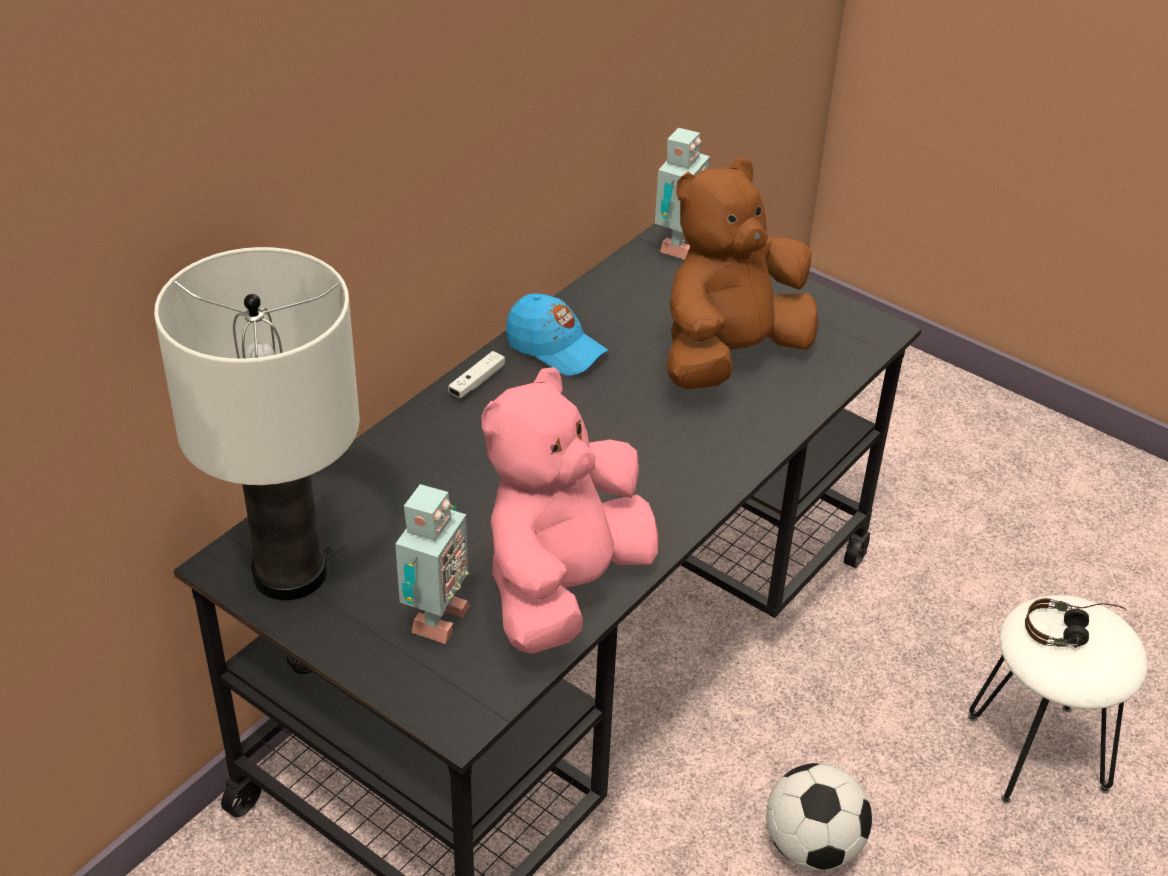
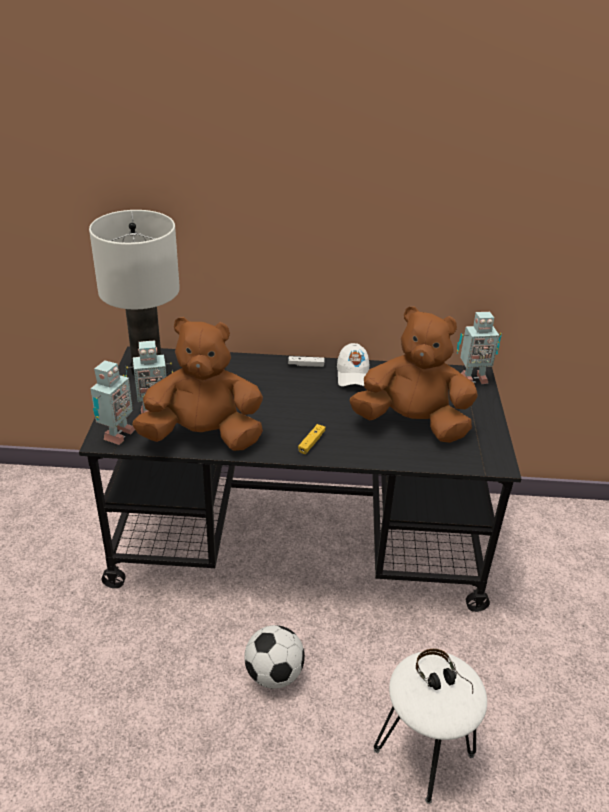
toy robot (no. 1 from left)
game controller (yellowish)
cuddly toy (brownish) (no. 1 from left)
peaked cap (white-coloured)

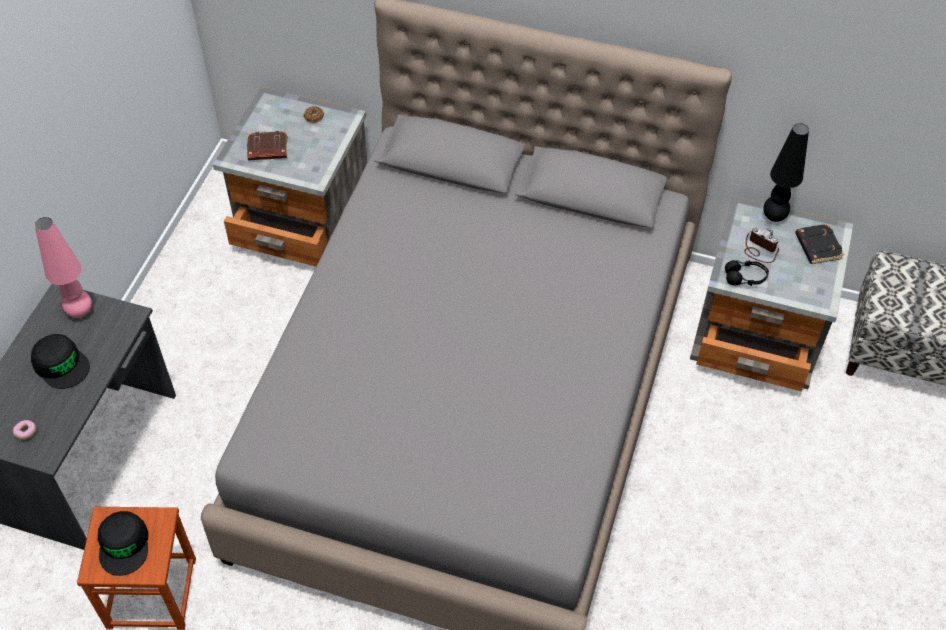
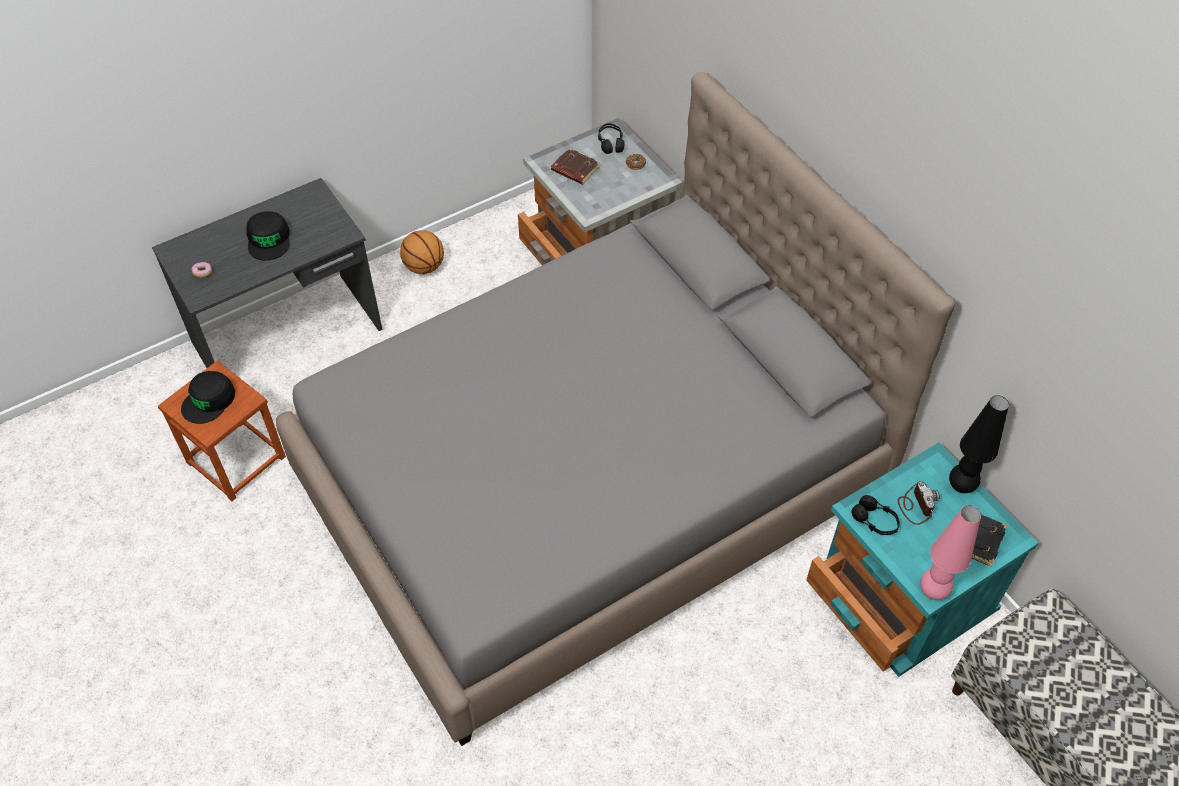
basketball ball
pair of headphones (blackish) (no. 1 from left)
tabletop lamp (pink)
nightstand (turquoise)

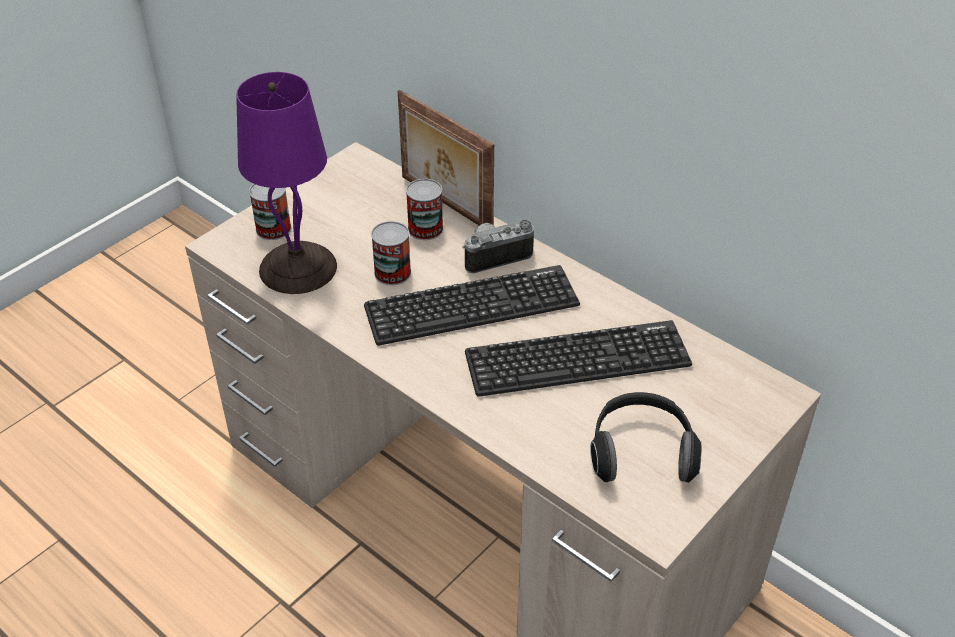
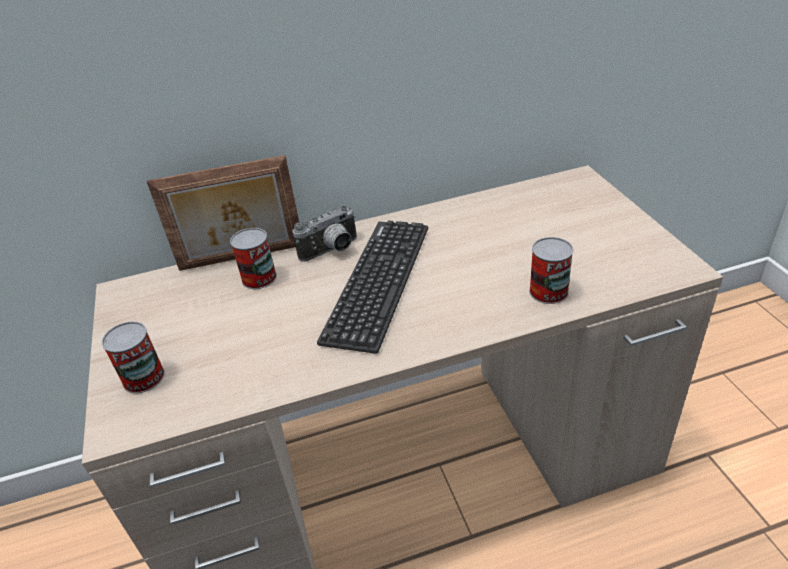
tabletop lamp (purple)
computer keyboard (no. 2 from left in the first image)
pair of headphones
metal can (no. 3 from left)
photo camera

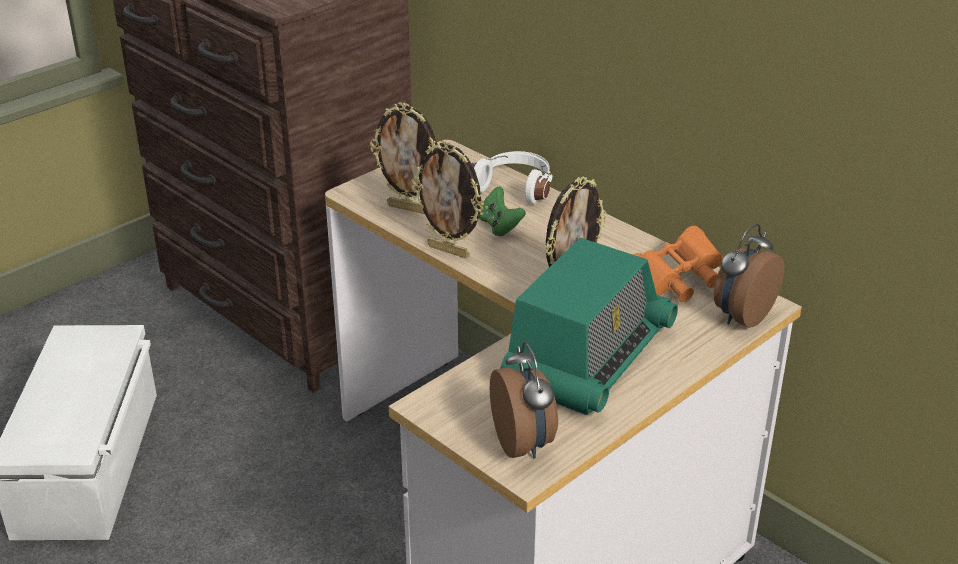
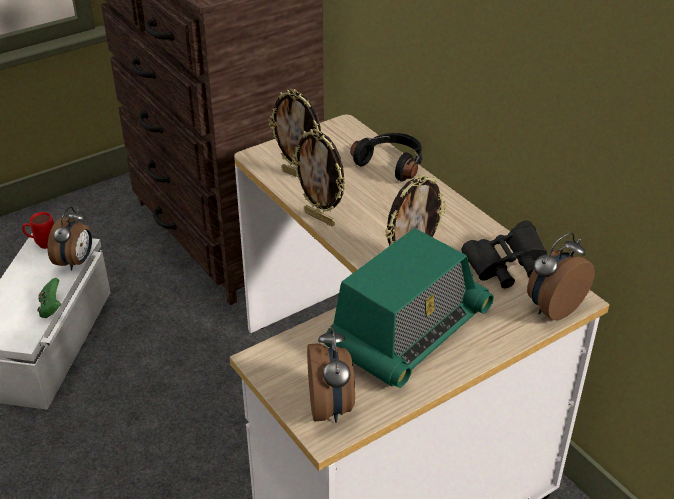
coffee mug (reddish)
bedside clock (no. 1 from left)
game controller (green-coloured)
pair of headphones (blackish)
field glasses (blackish)

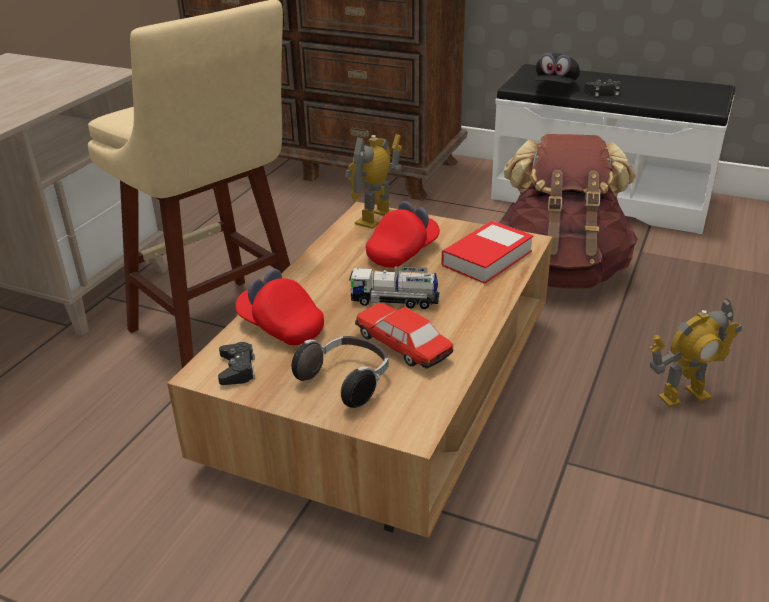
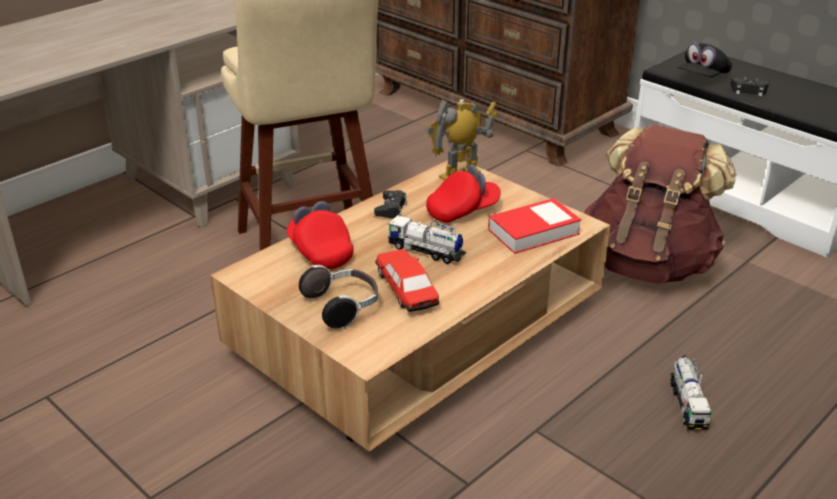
game controller (blackish) (no. 1 from left)
model truck (no. 2 from left)

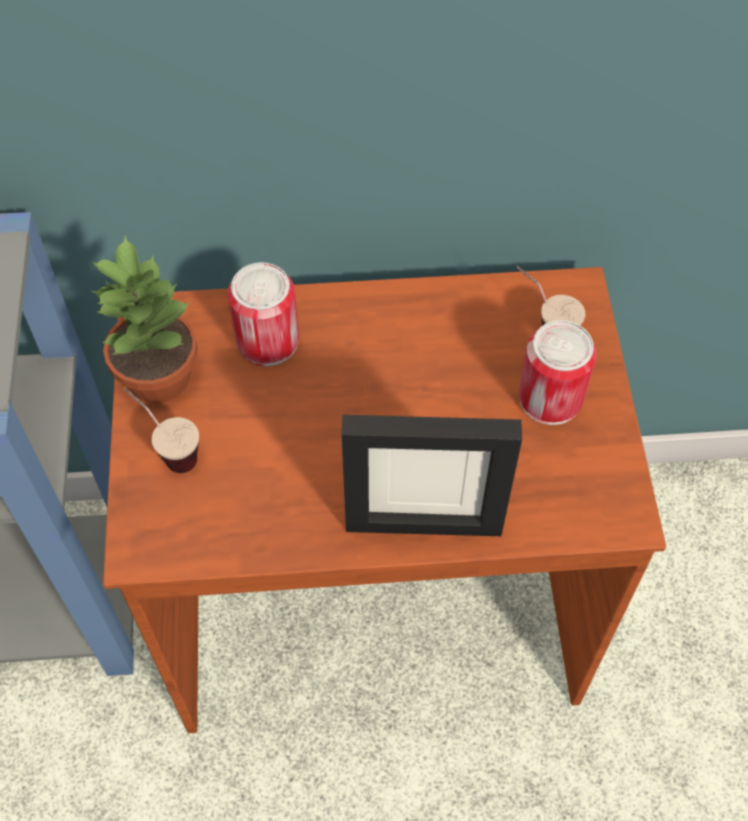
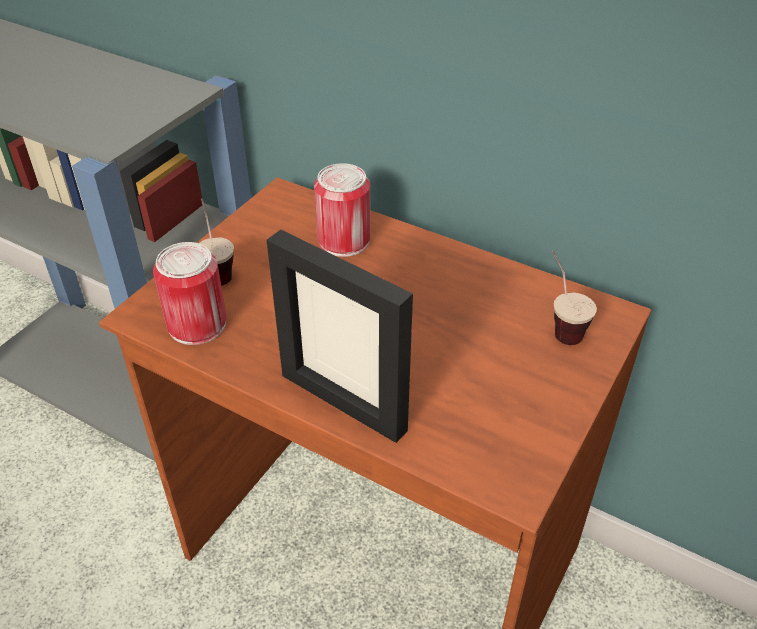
plant in a pot
metal can (no. 1 from left)

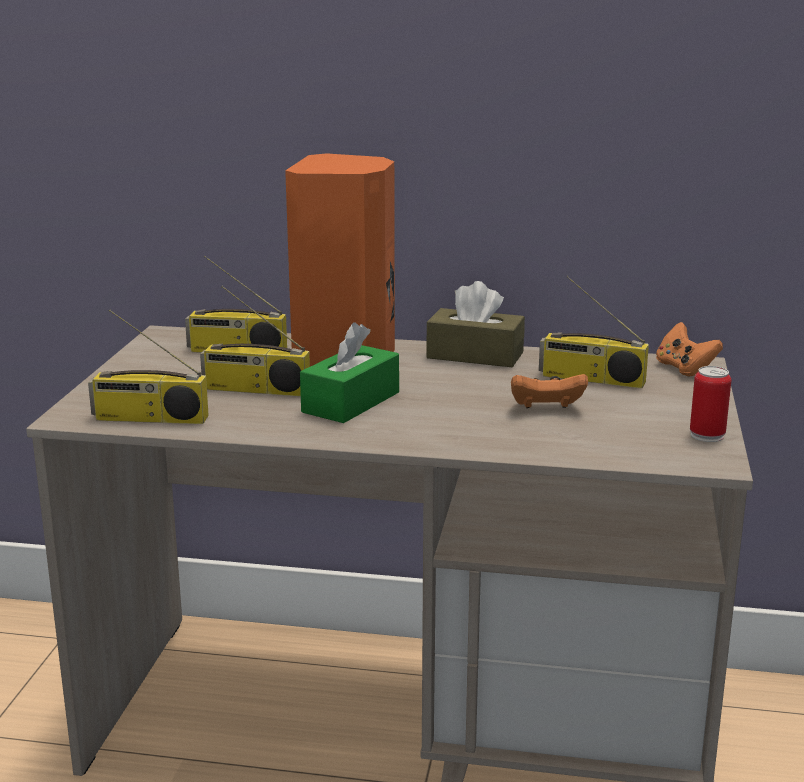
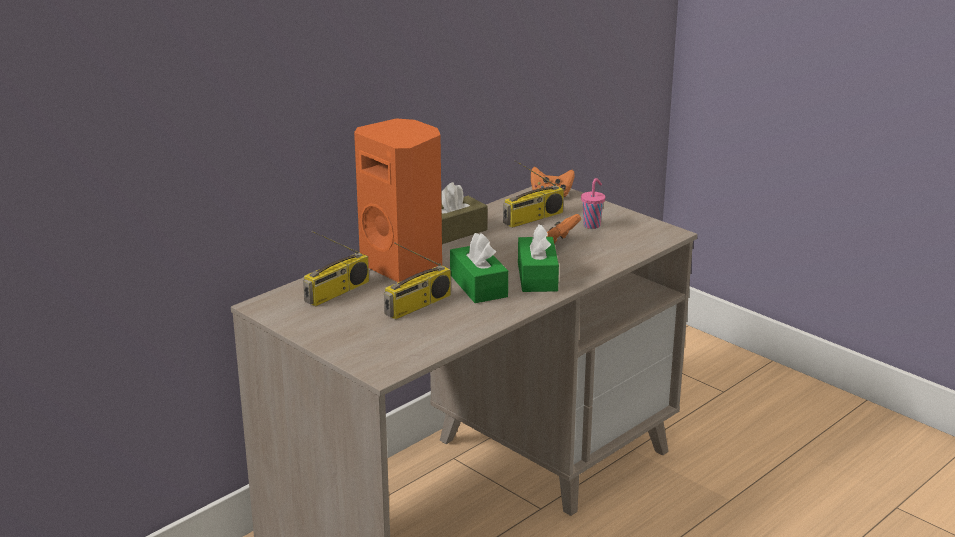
radio set (no. 1 from left in the first image)
metal can
tissue holder (green-coloured) (no. 2 from left)
drinking cup (pink)

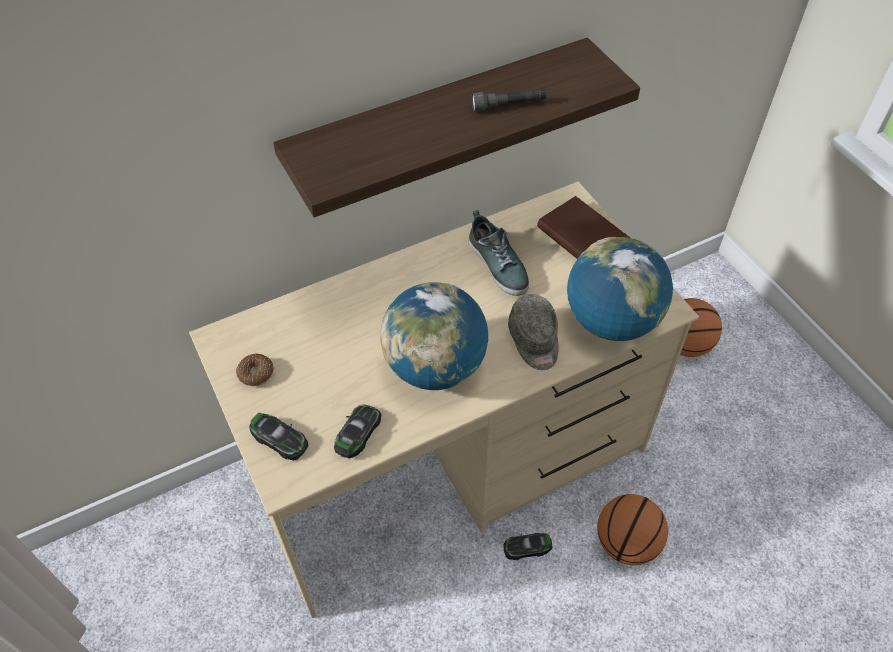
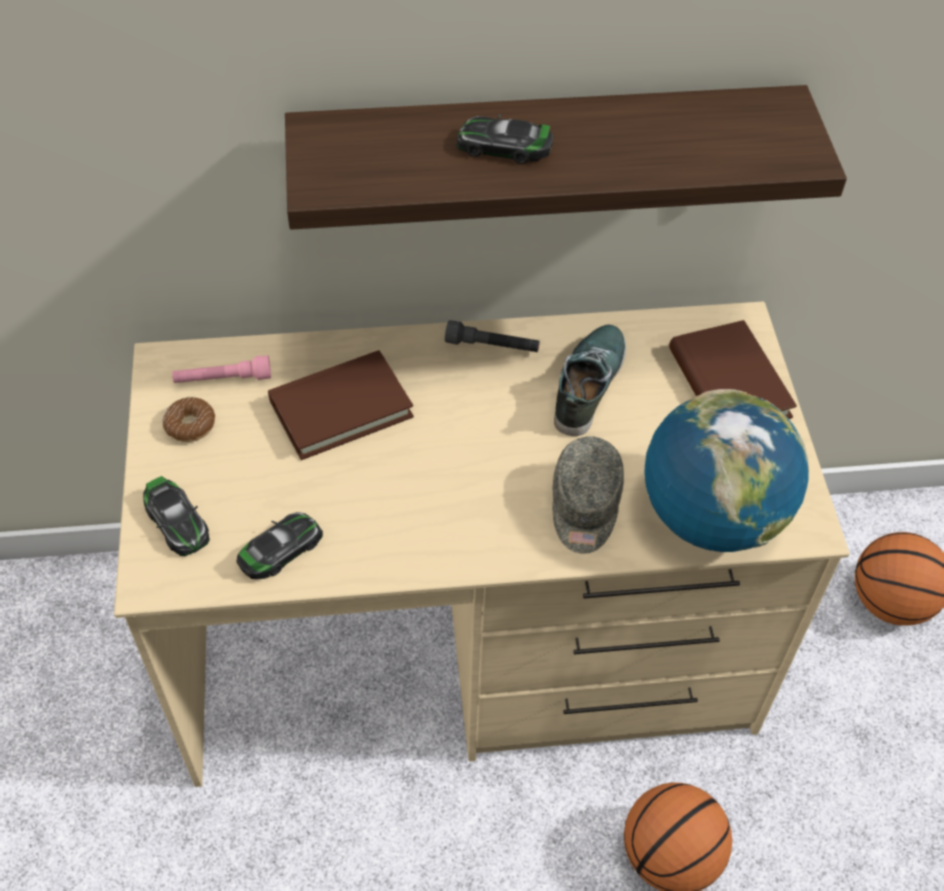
globe (no. 1 from left in the first image)
flashlight (pink)
book (brownish) (no. 1 from left)
flashlight (greyish)
model car (no. 3 from left)
shoe

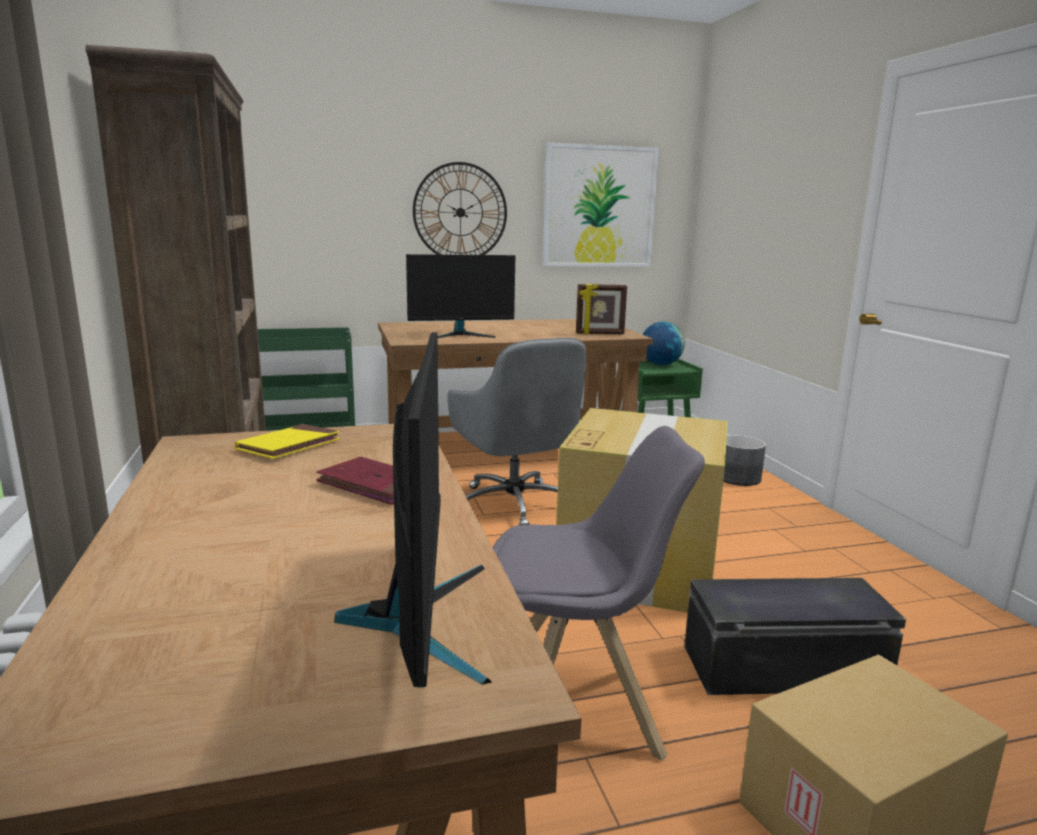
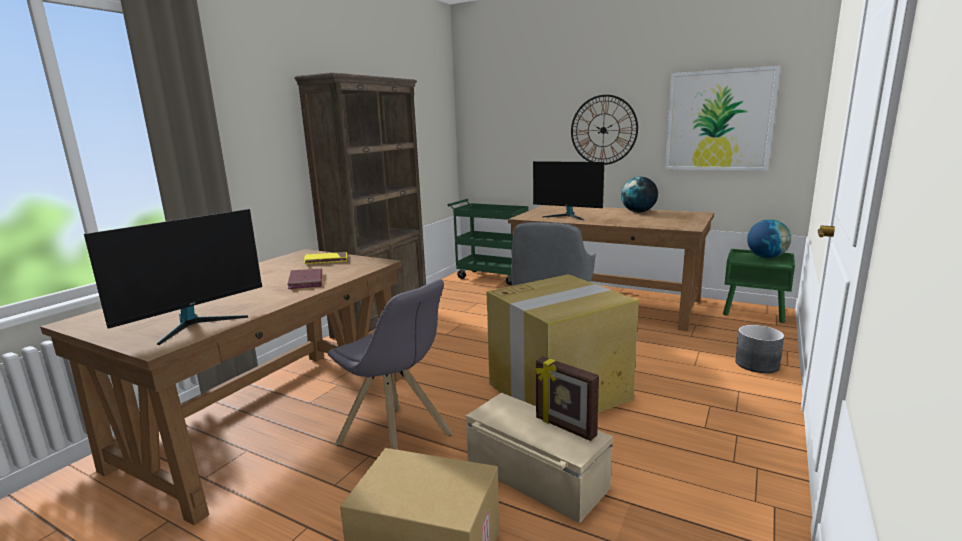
globe (no. 1 from left)
photo frame
storage box (beige-coloured)

